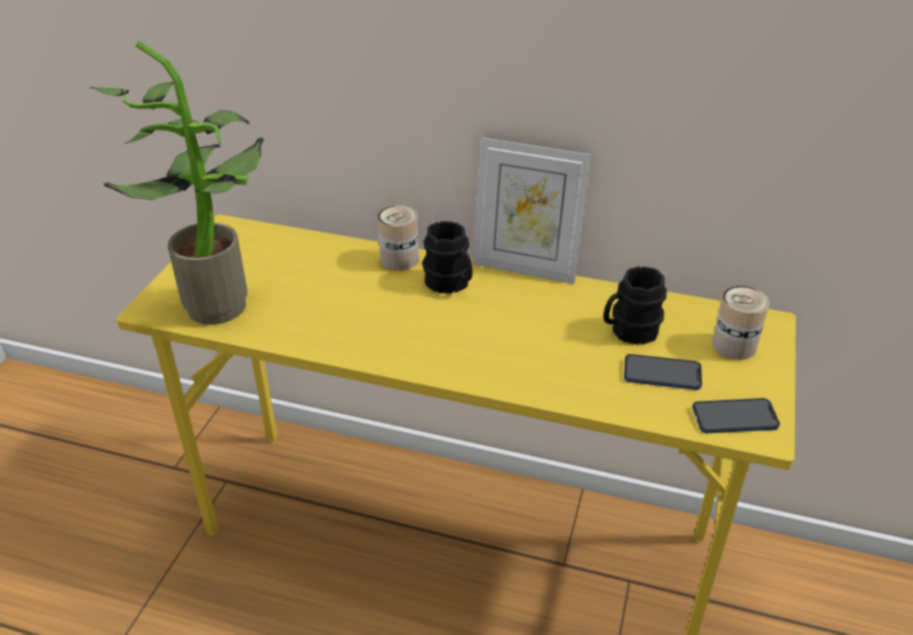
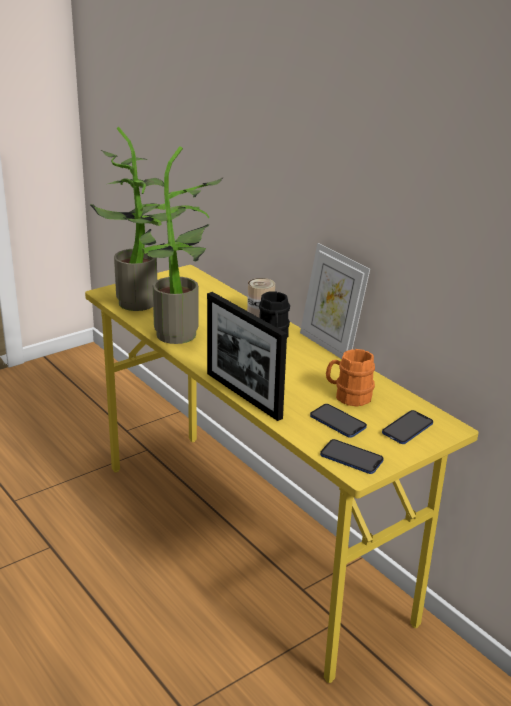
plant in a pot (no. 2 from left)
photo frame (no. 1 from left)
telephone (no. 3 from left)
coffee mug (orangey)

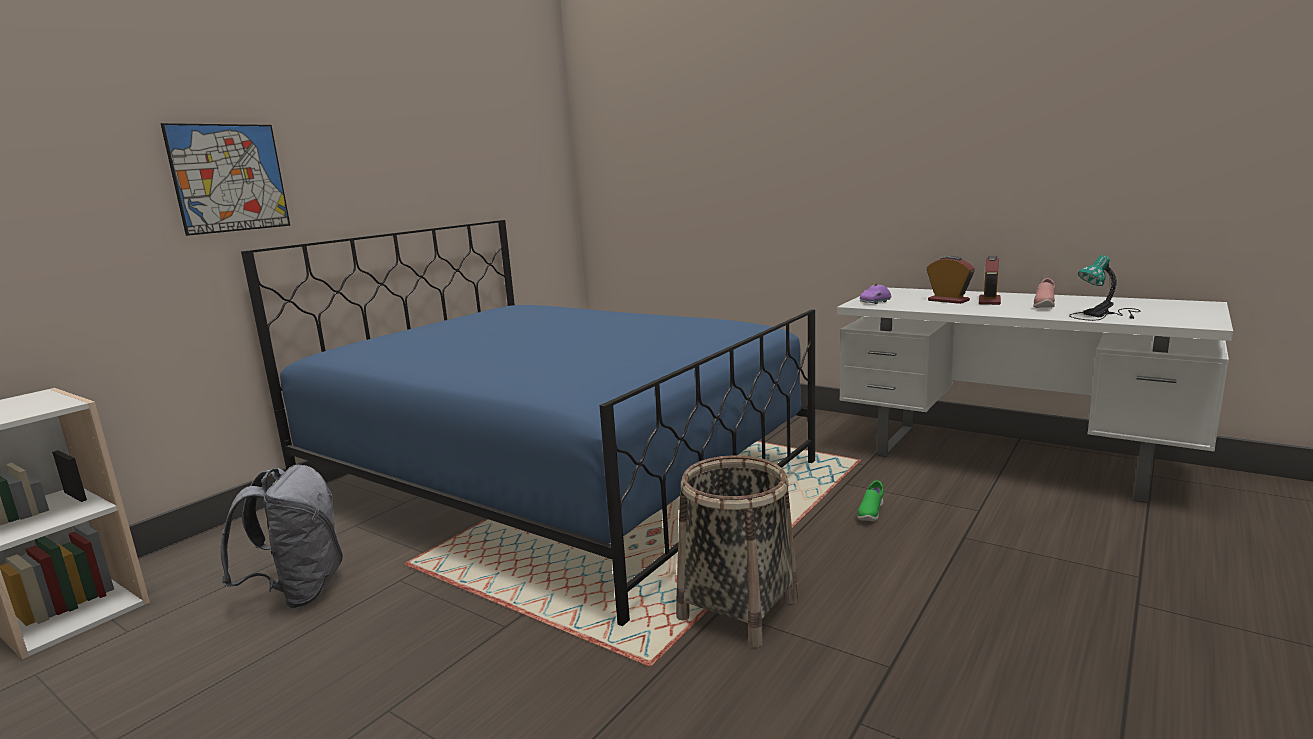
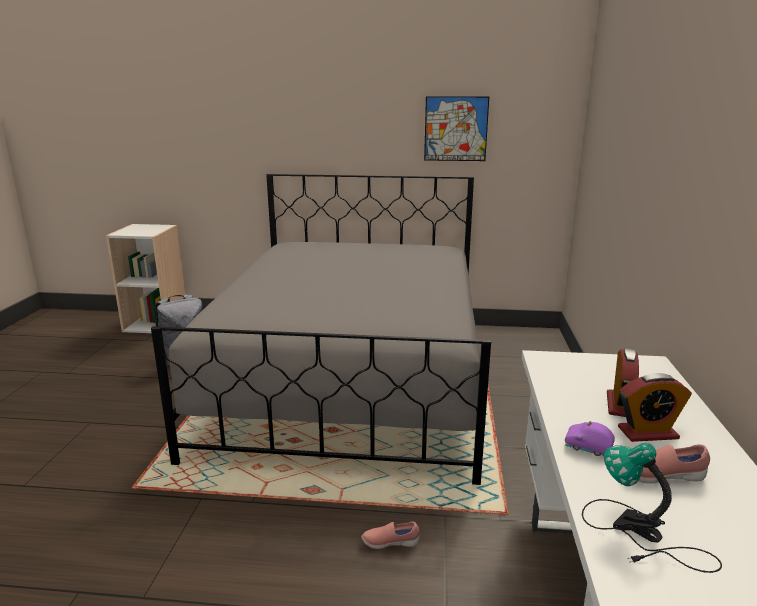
storage basket
picture
model car (purple)
bed (greyish)
shoe (pink) (no. 1 from left)

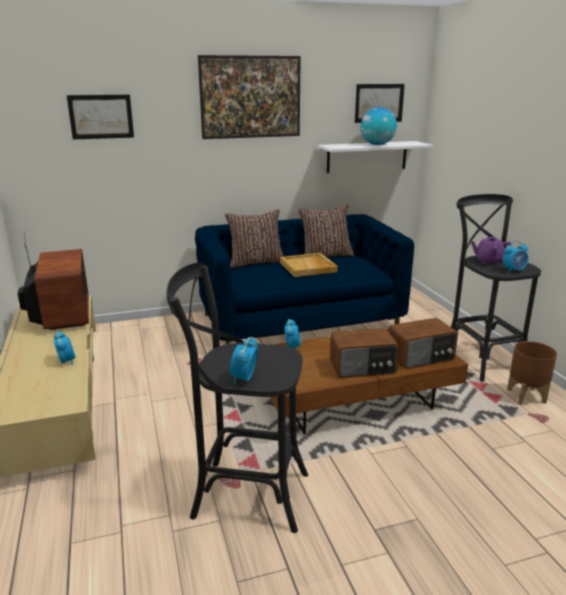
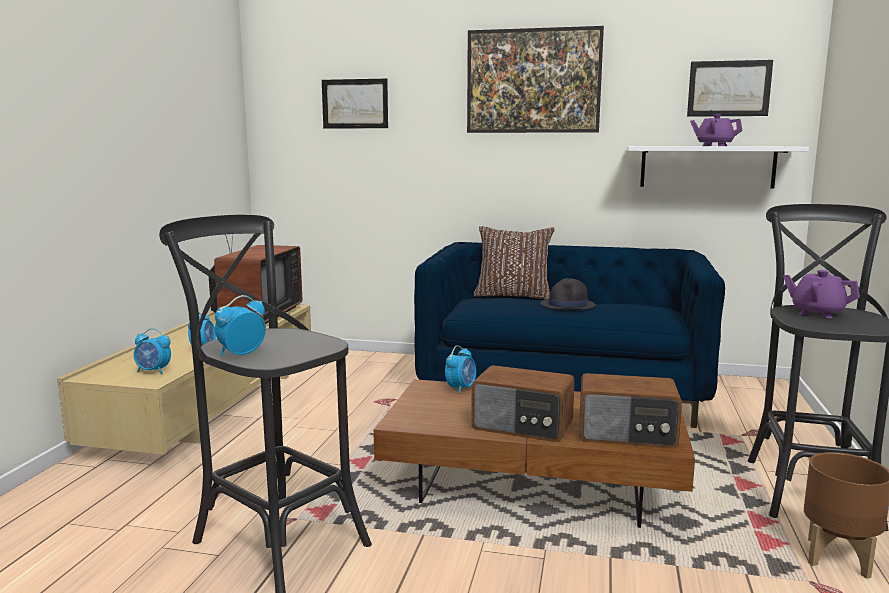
throw pillow (brownish) (no. 2 from left in the first image)
bedside clock (no. 1 from left)
clothing hat (blackish)
teapot (purple) (no. 1 from left)

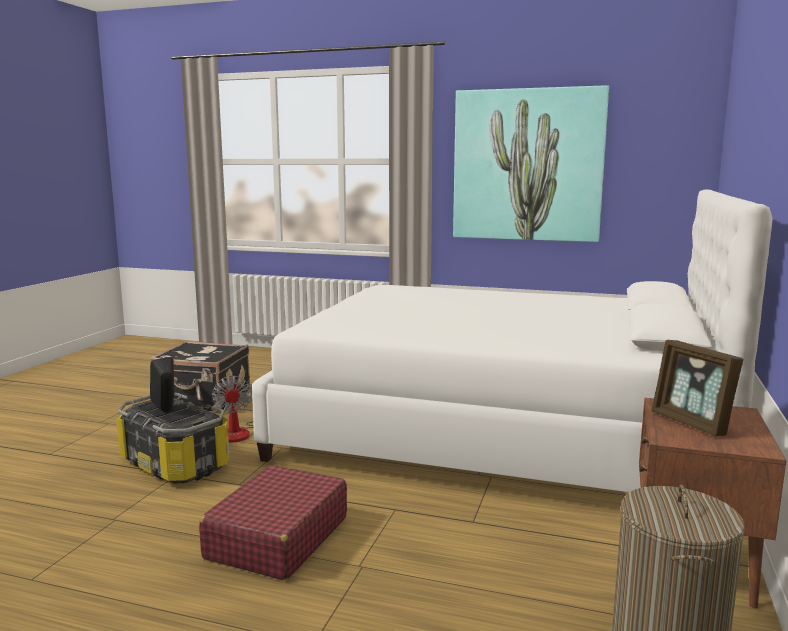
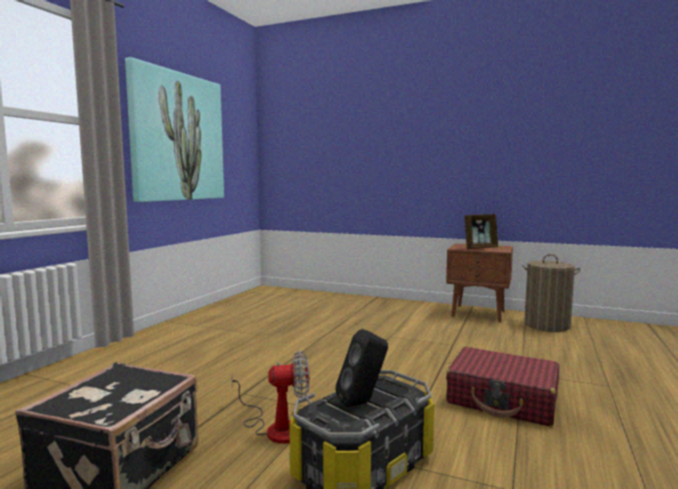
bed (white-coloured)

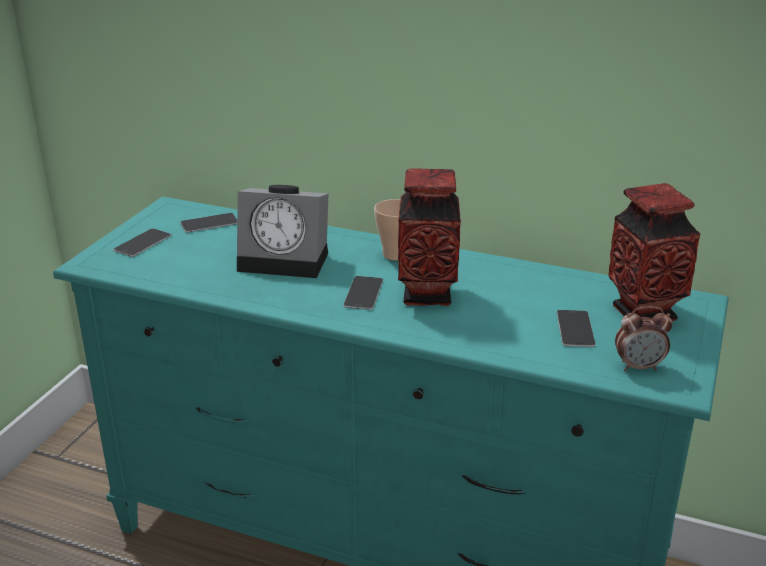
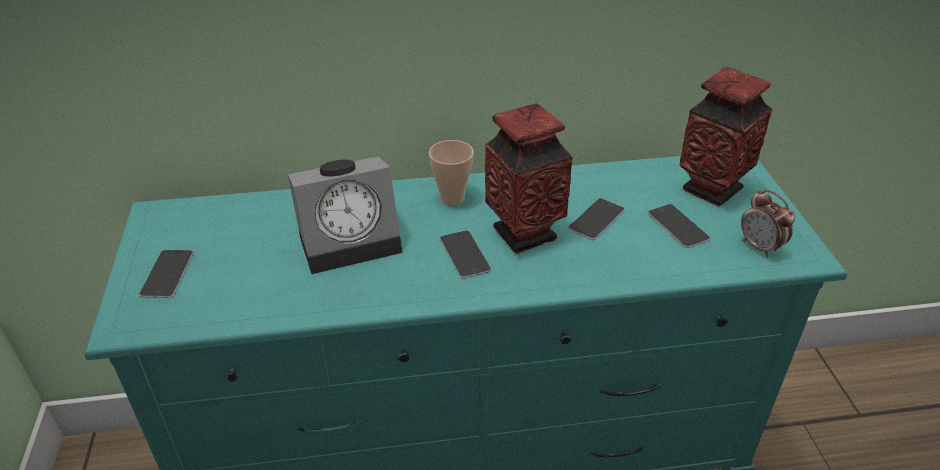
telephone (no. 3 from left)
bedside clock (no. 2 from left)

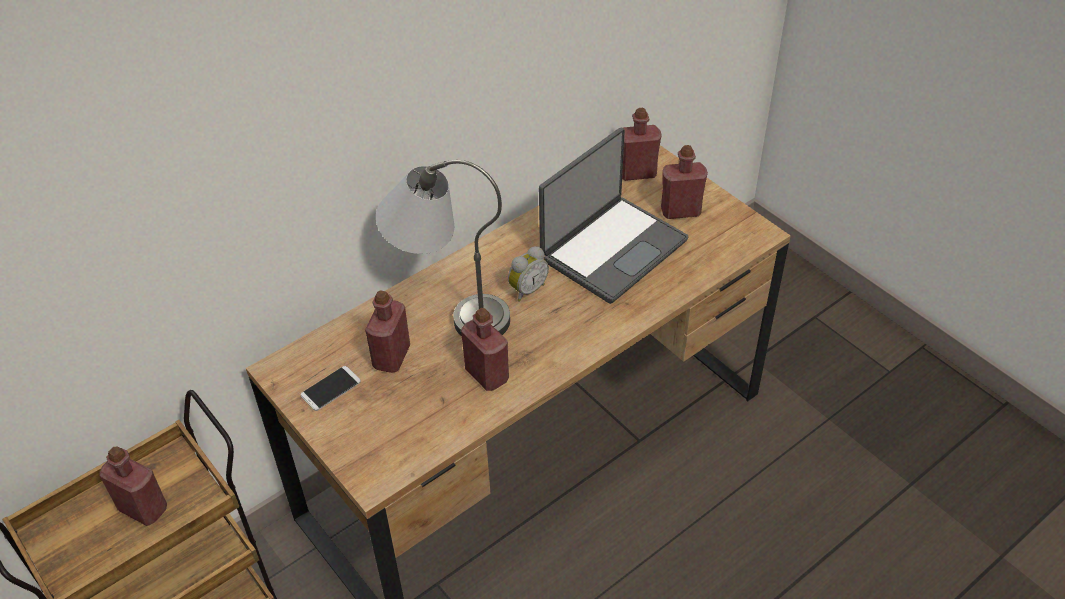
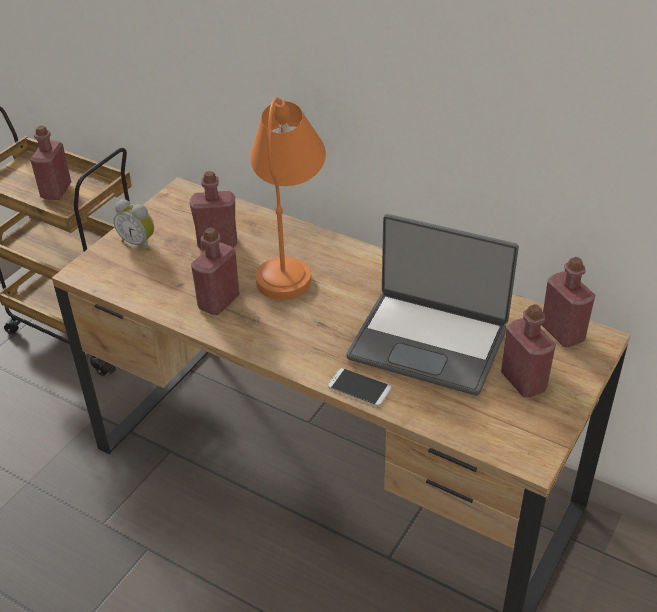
telephone
bedside clock
tabletop lamp (orangey)

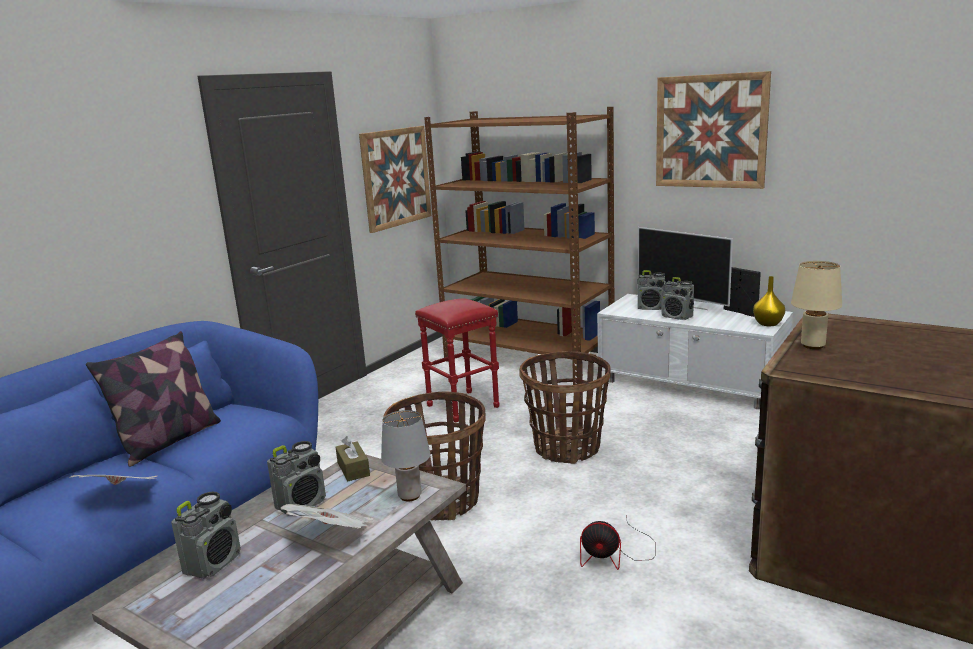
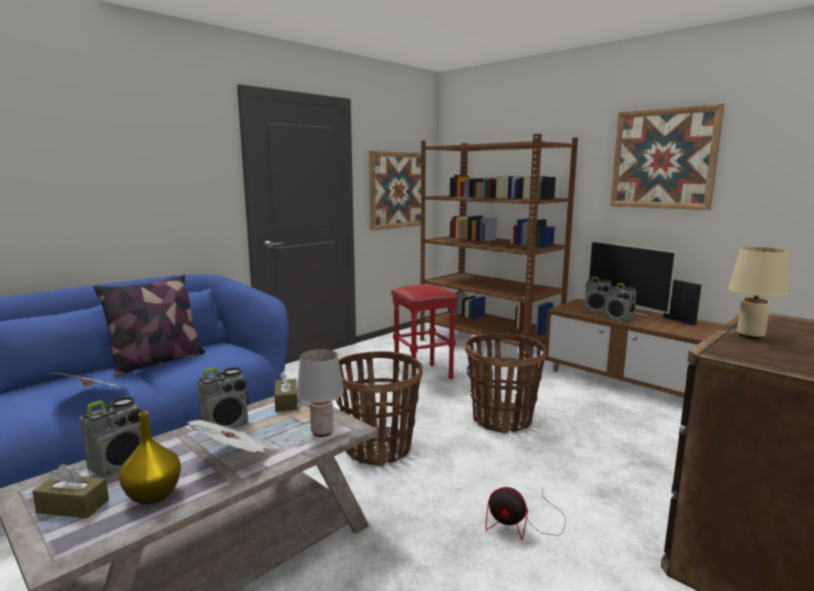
tissue holder (brownish) (no. 1 from left)
decorative vase (yellowish)
media console (brownish)

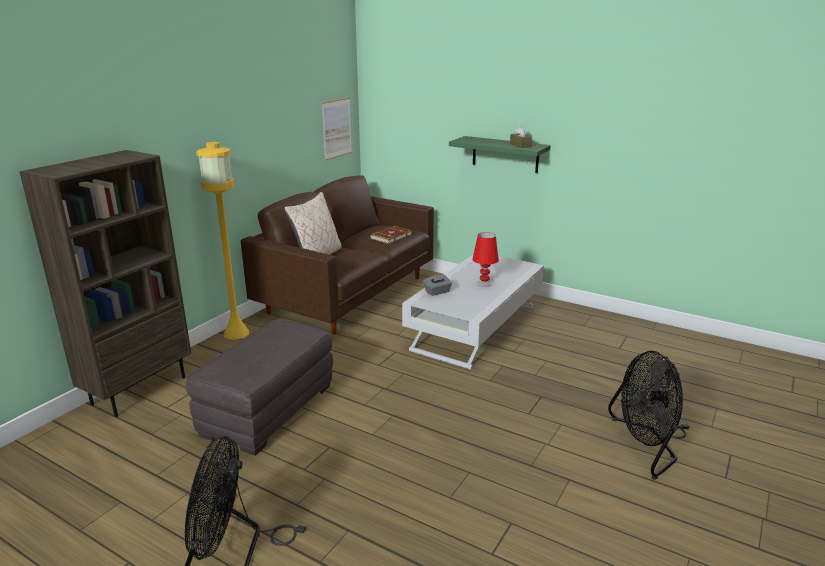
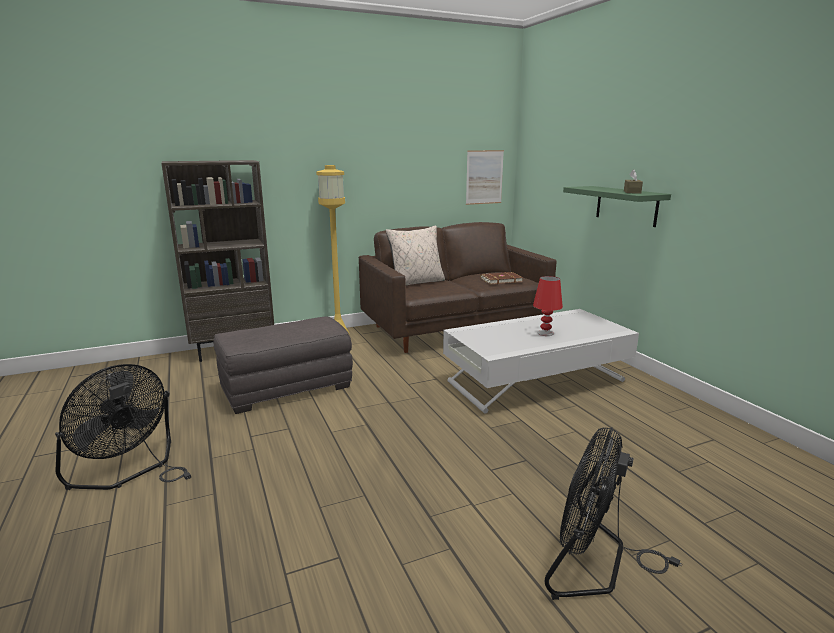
tissue holder (greyish)

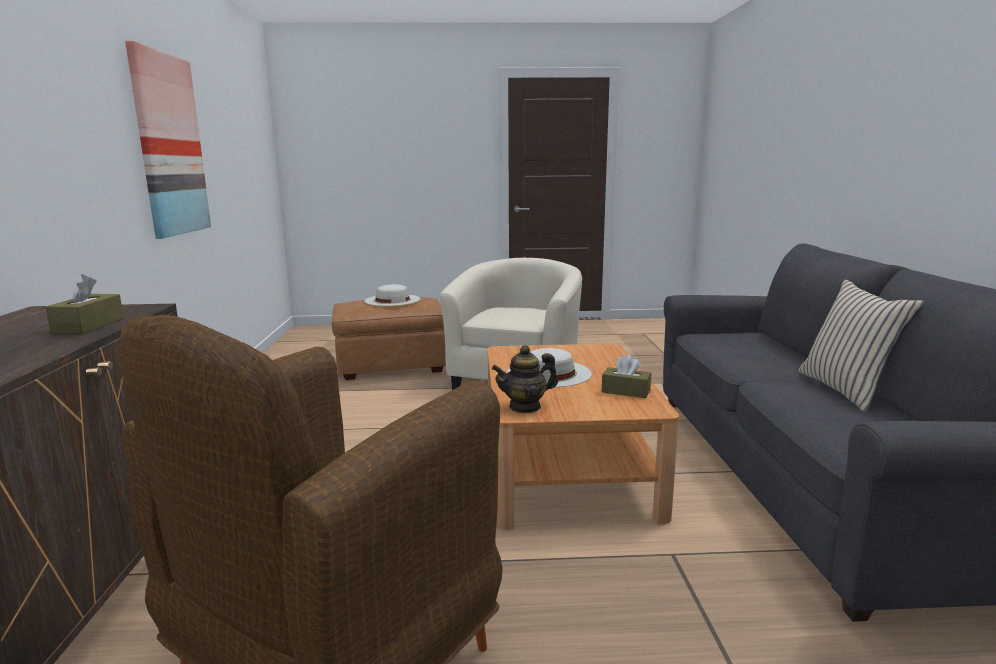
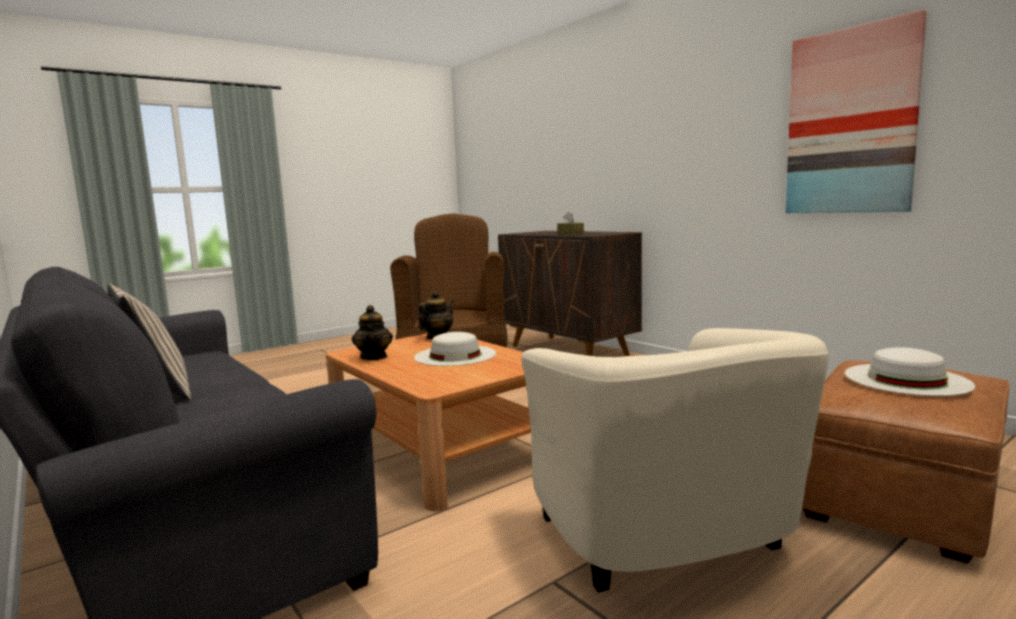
teapot (no. 1 from left)

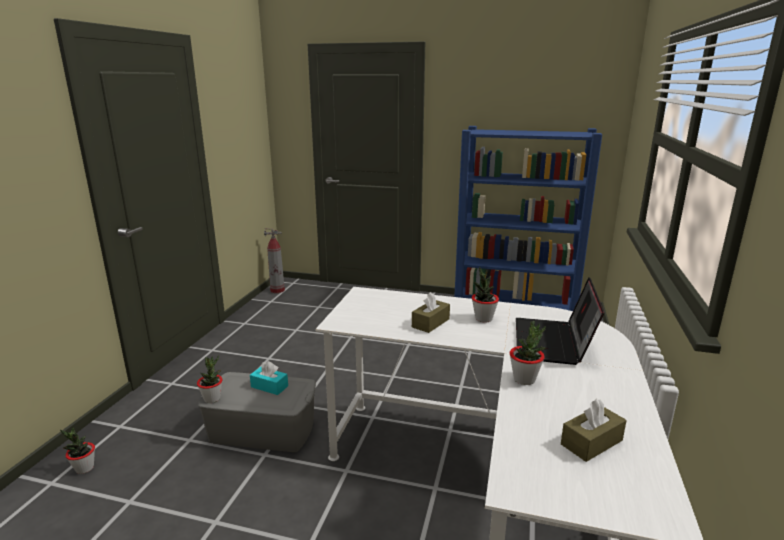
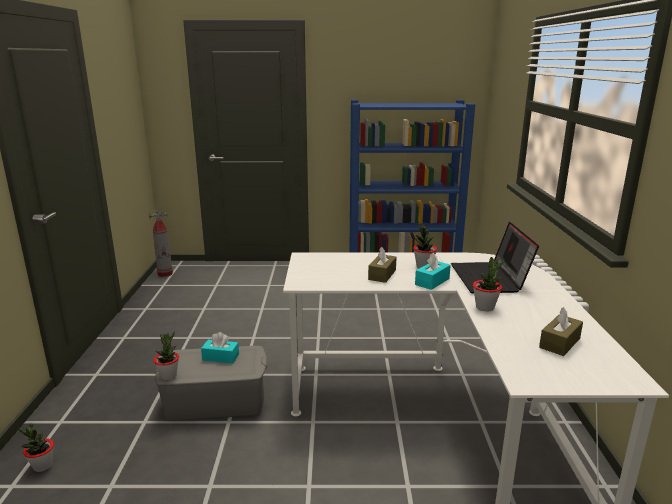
tissue holder (turquoise) (no. 2 from left)

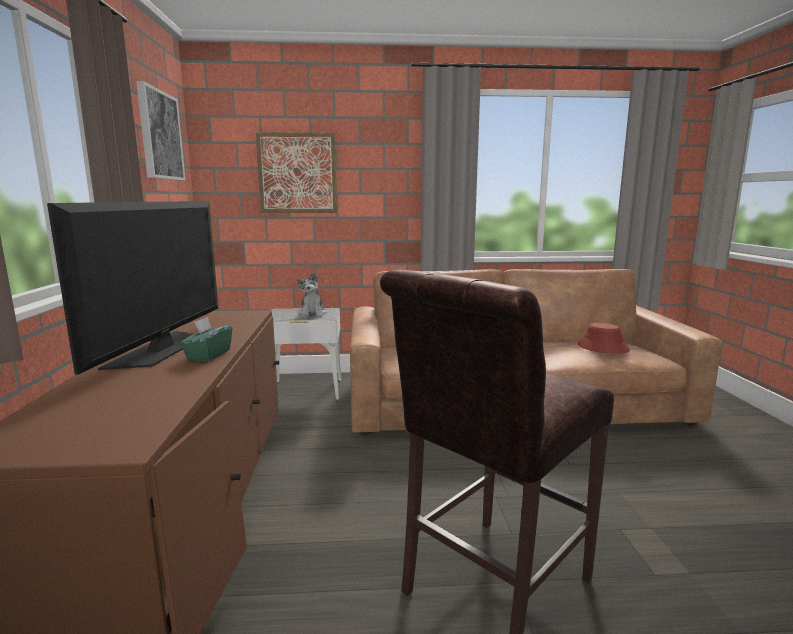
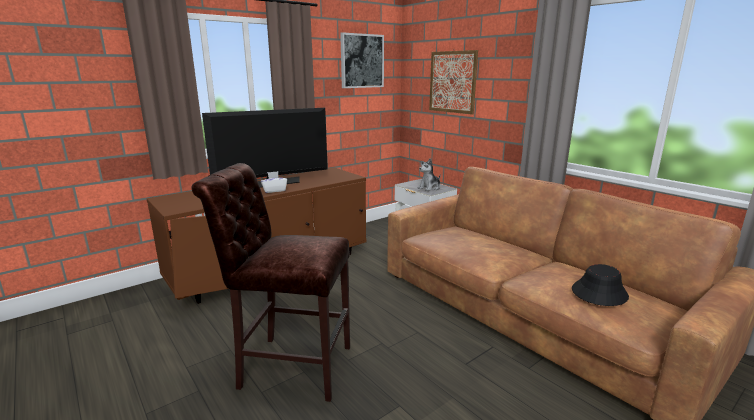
tissue holder (white-coloured)
clothing hat (blackish)

